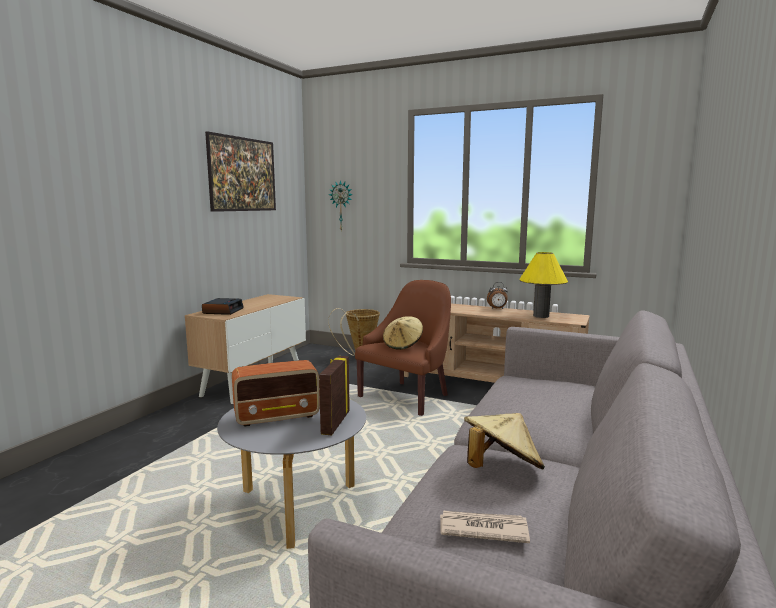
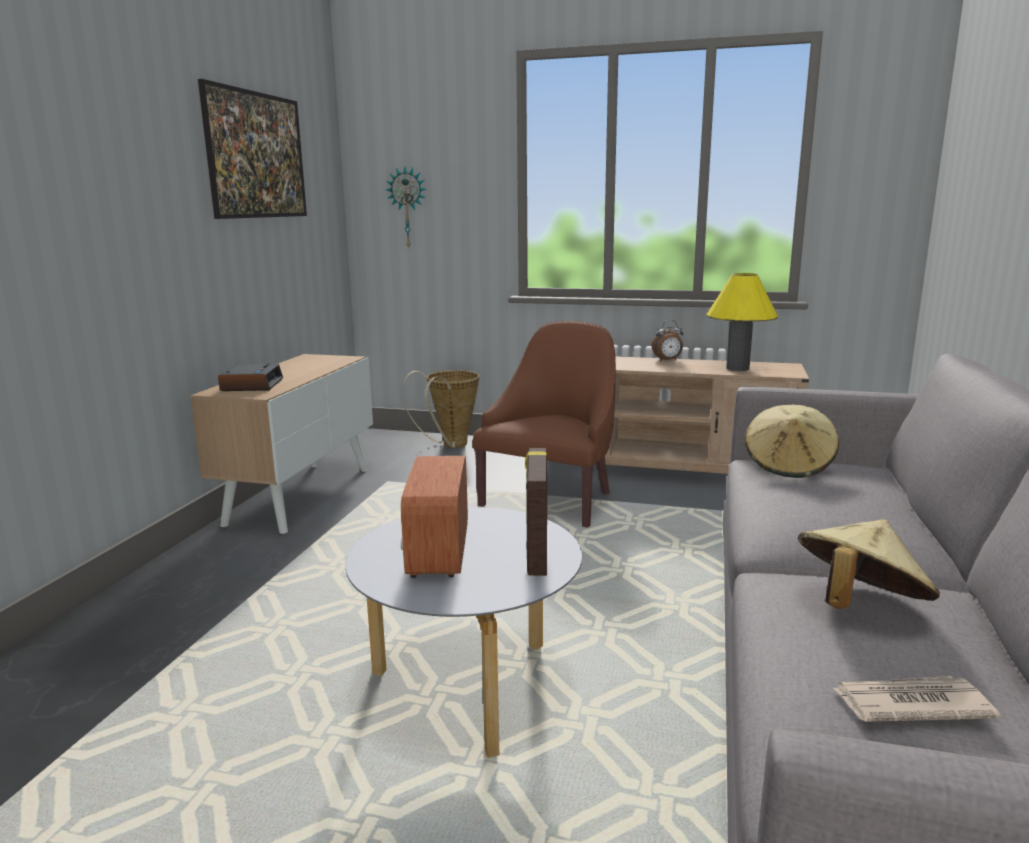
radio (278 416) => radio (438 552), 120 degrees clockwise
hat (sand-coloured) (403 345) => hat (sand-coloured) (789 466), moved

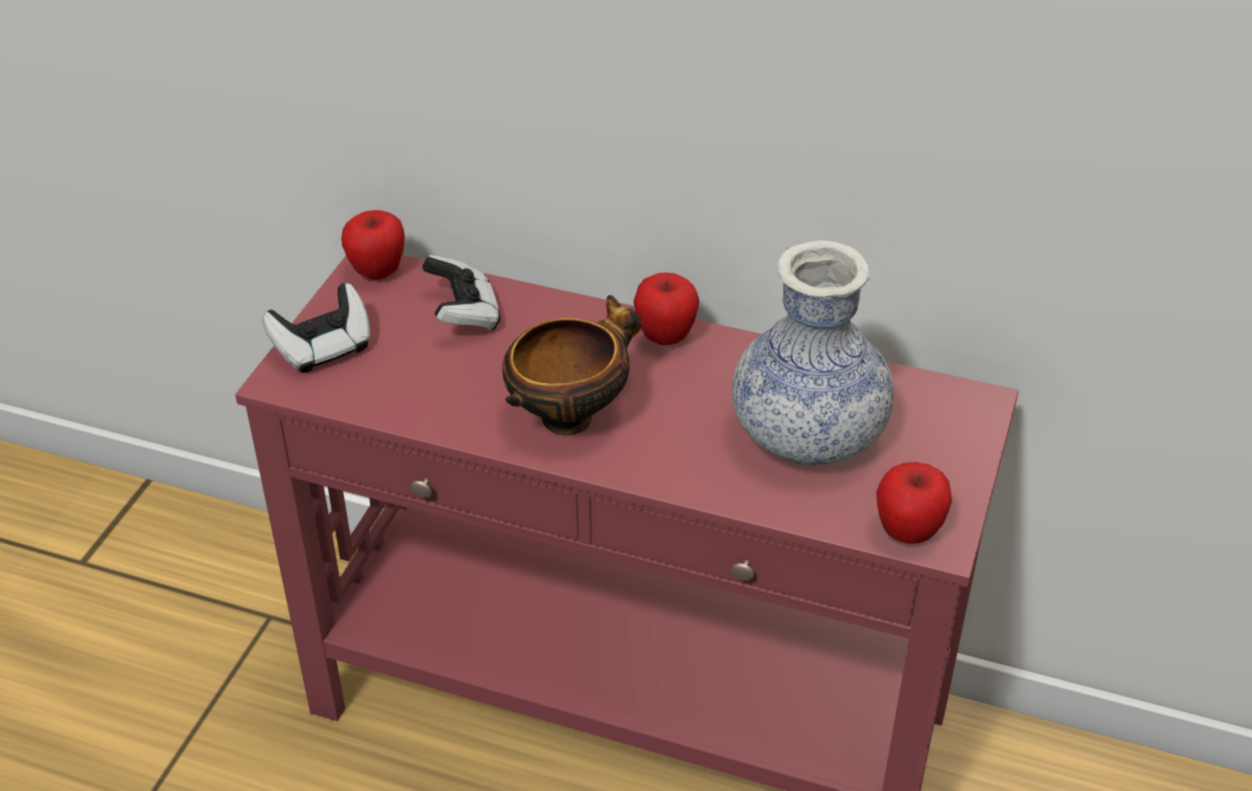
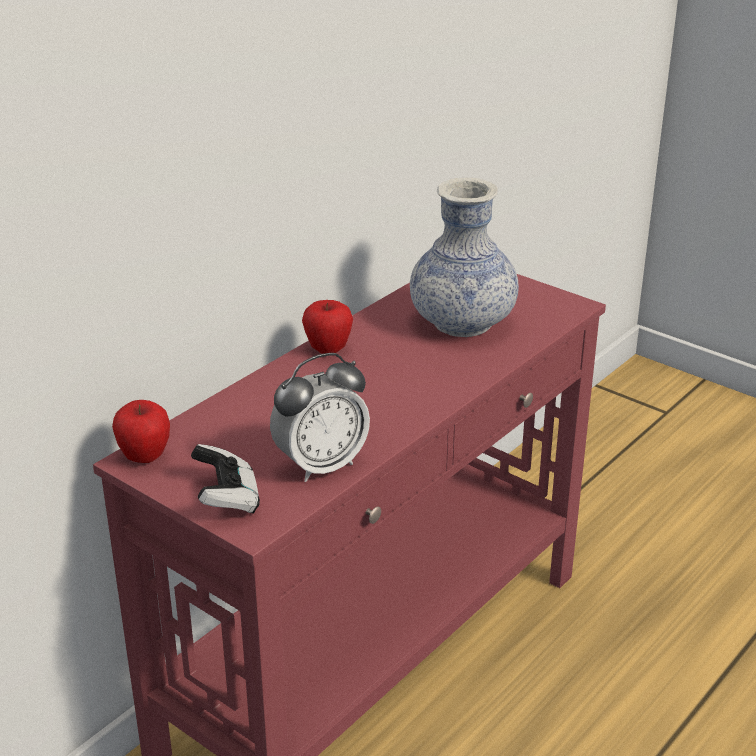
game controller (463 314) => nothing
bowl (571 415) => nothing
apple (908 532) => nothing
nothing => bedside clock (321 465)

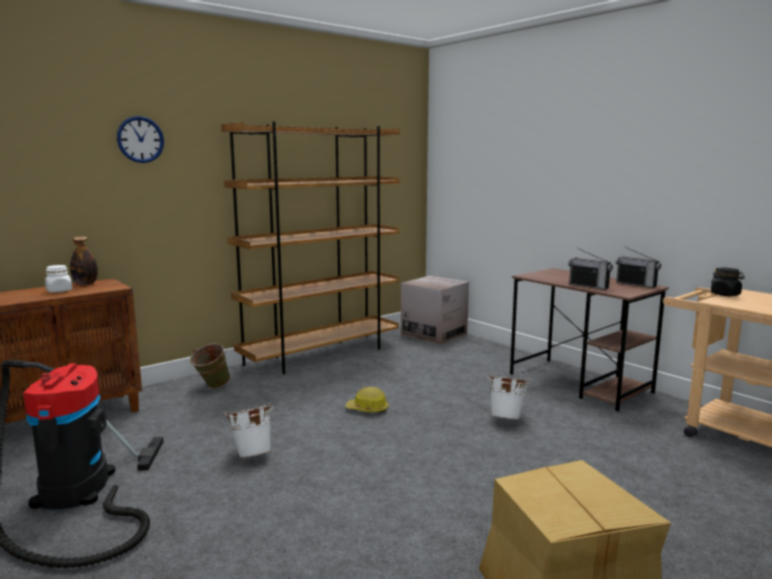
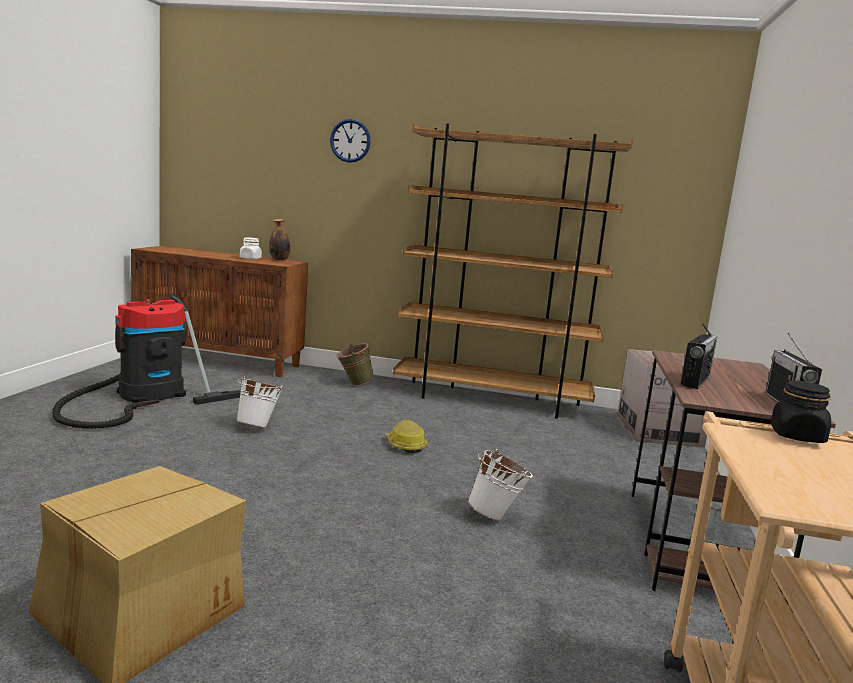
radio (588 286) => radio (695 381), 150 degrees counterclockwise

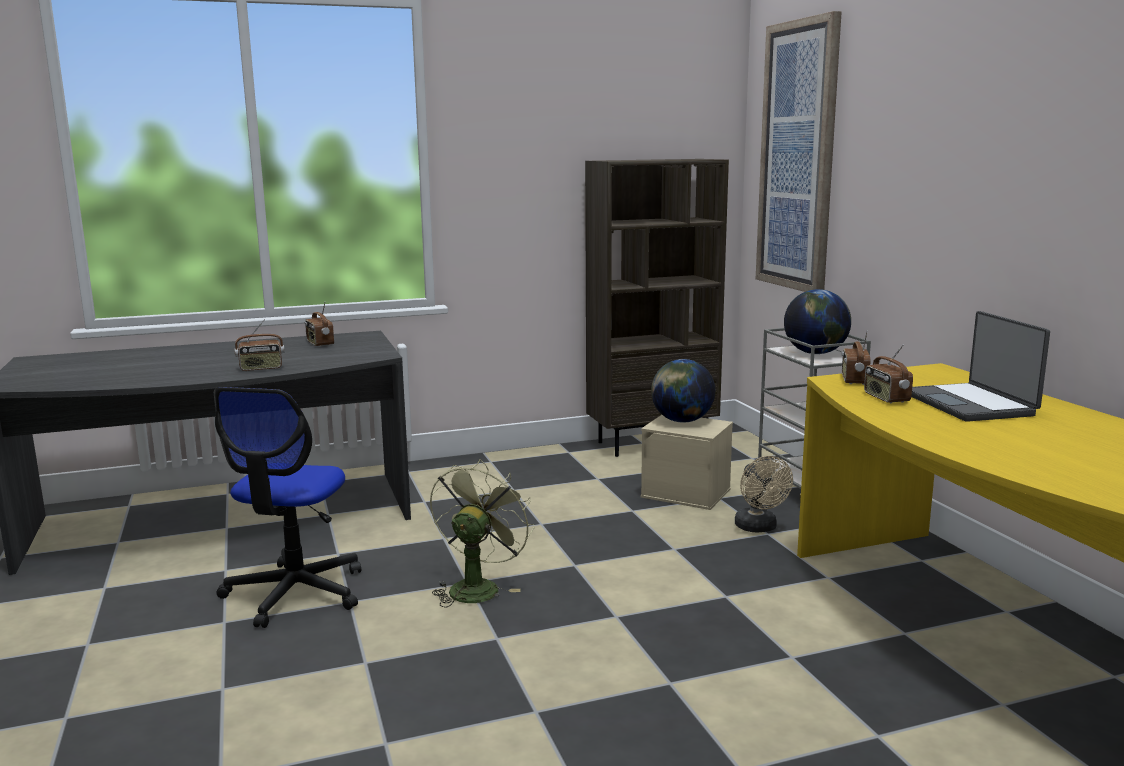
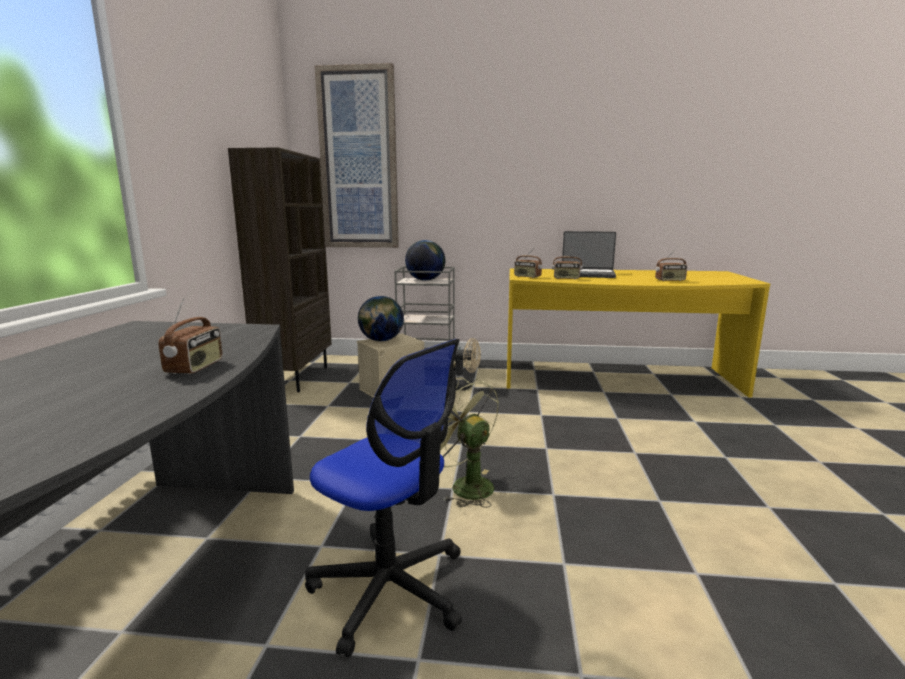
radio (319 343) => radio (670 280), moved

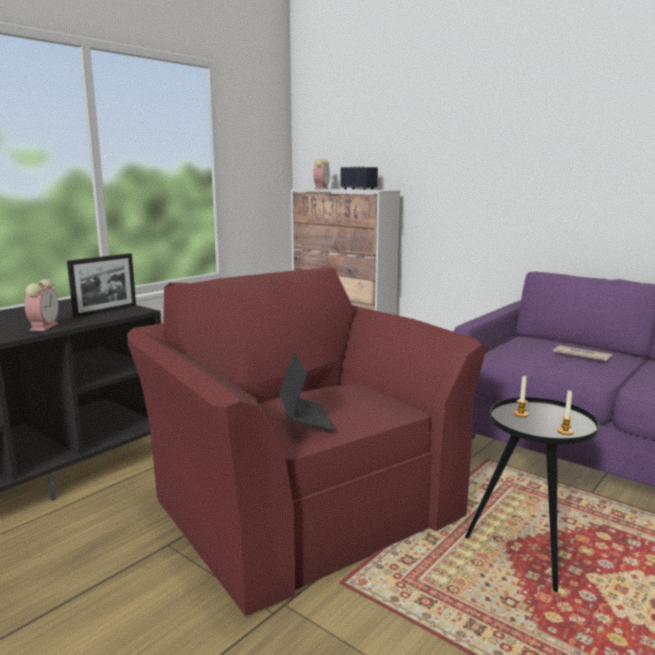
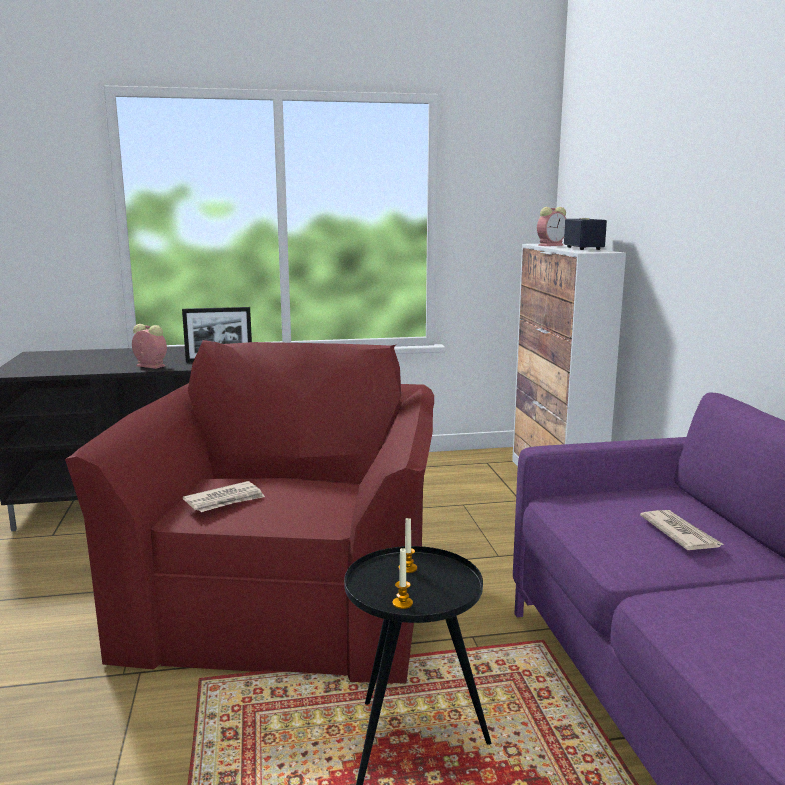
bedside clock (44 326) => bedside clock (149 366), 105 degrees counterclockwise
portable computer (305 418) => printed paper (225 500)

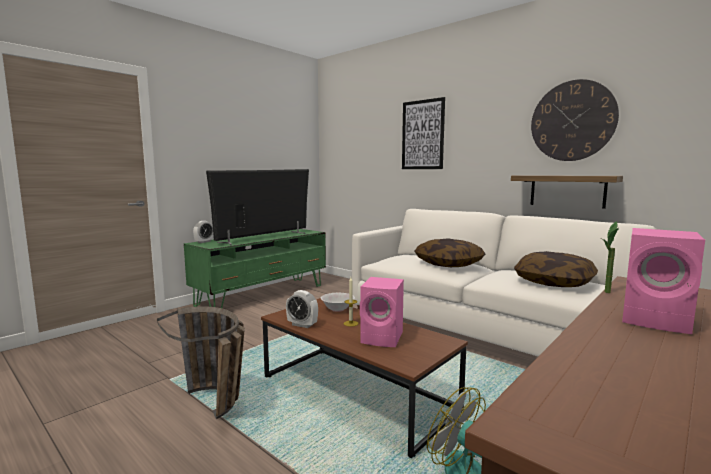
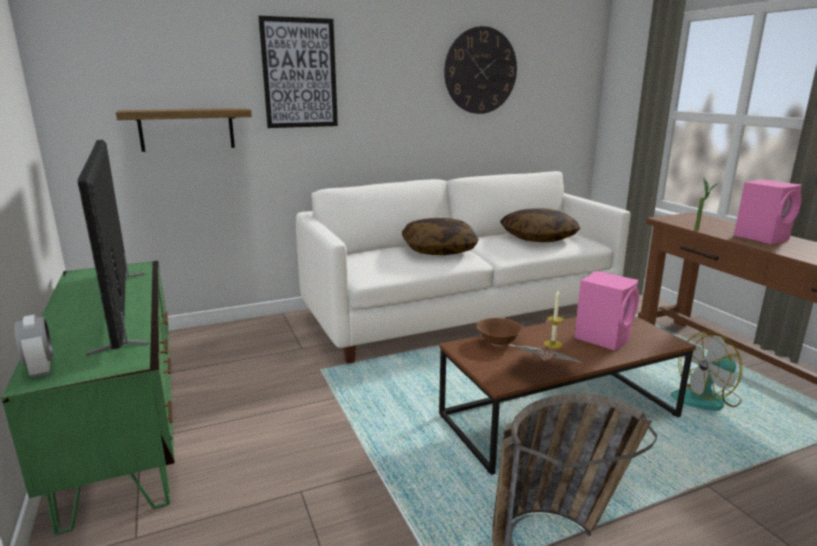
bedside clock (302 325) => printed paper (545 371)
bowl (white-coloured) (337 309) => bowl (brown-coloured) (498 342)
bracket shelf (567 191) => bracket shelf (187 129), moved

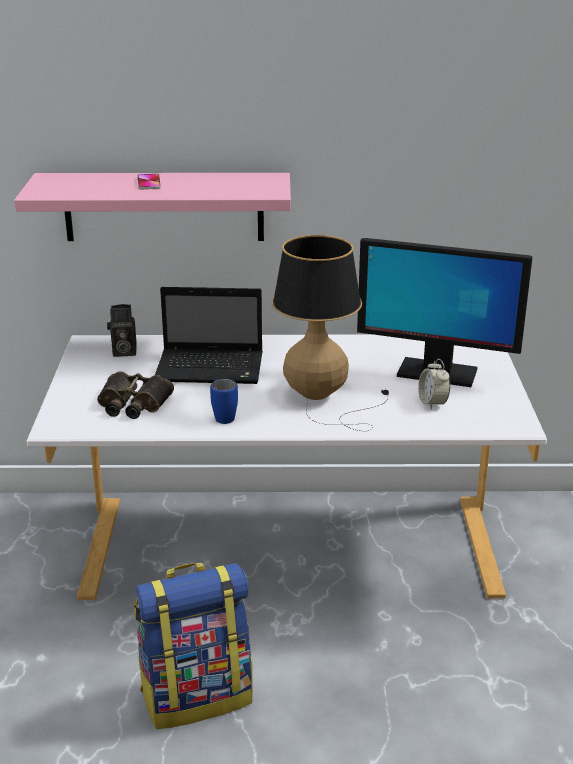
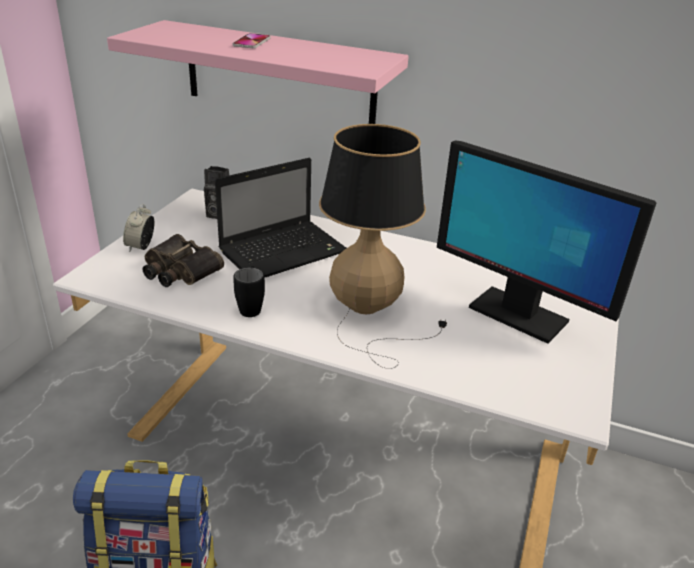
portable computer (212 368) => portable computer (285 251), 60 degrees counterclockwise
tea mug (blue) (222 416) => tea mug (blackish) (251 307)
bedside clock (432 403) => bedside clock (141 247), moved

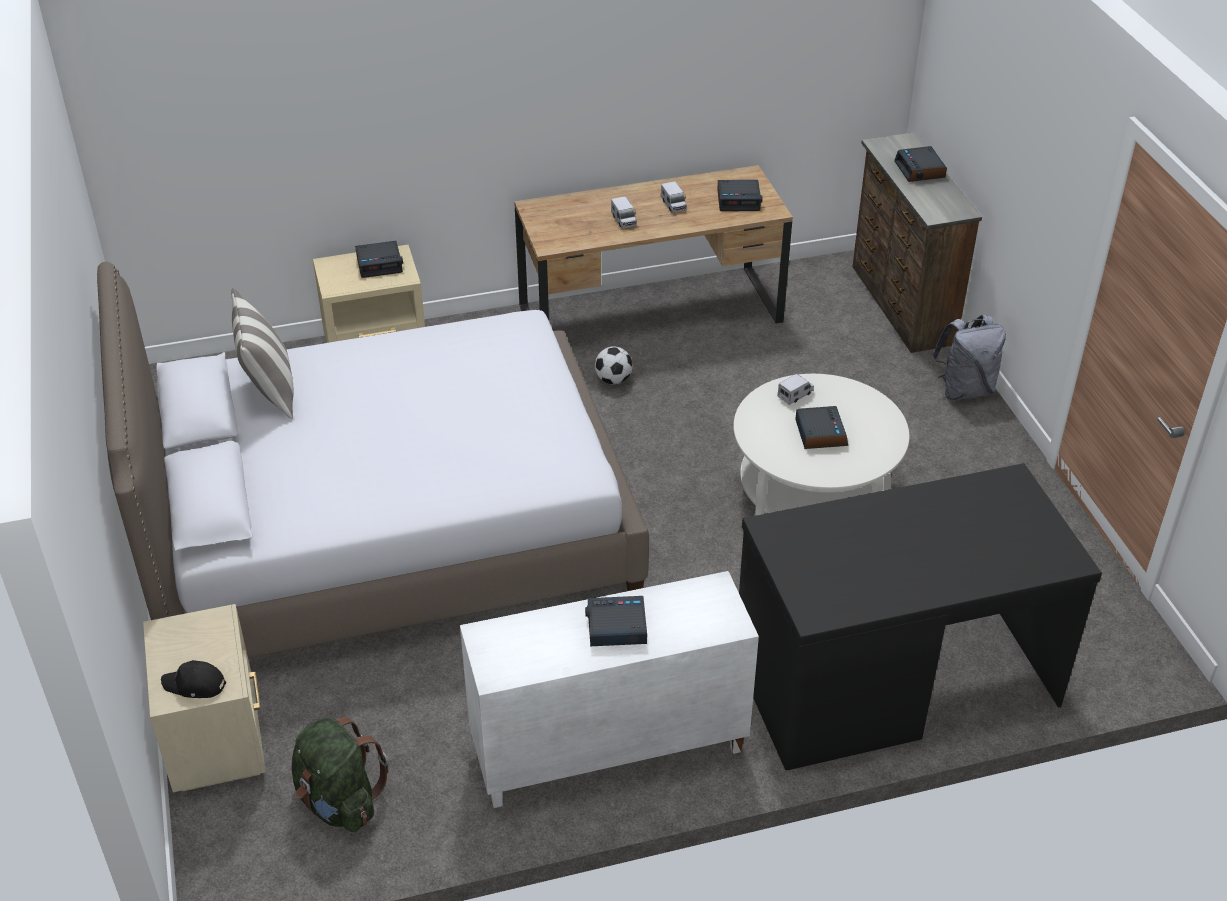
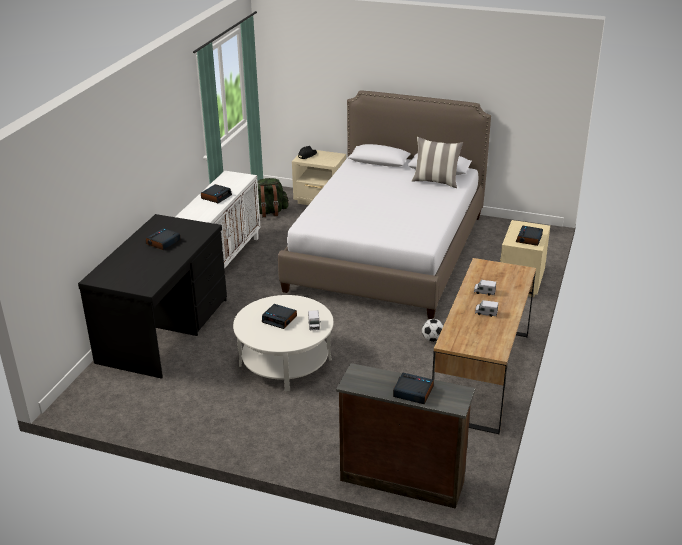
bedside clock (739 200) => bedside clock (163 242), moved
backpack (gray) (964 390) => nothing

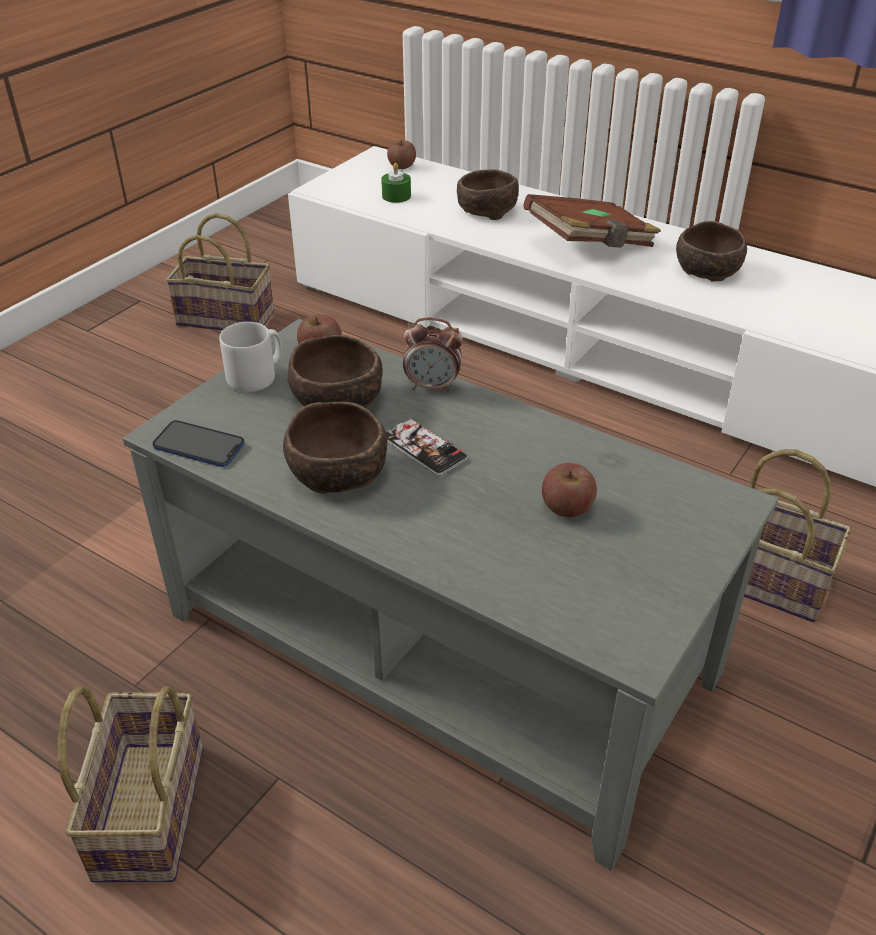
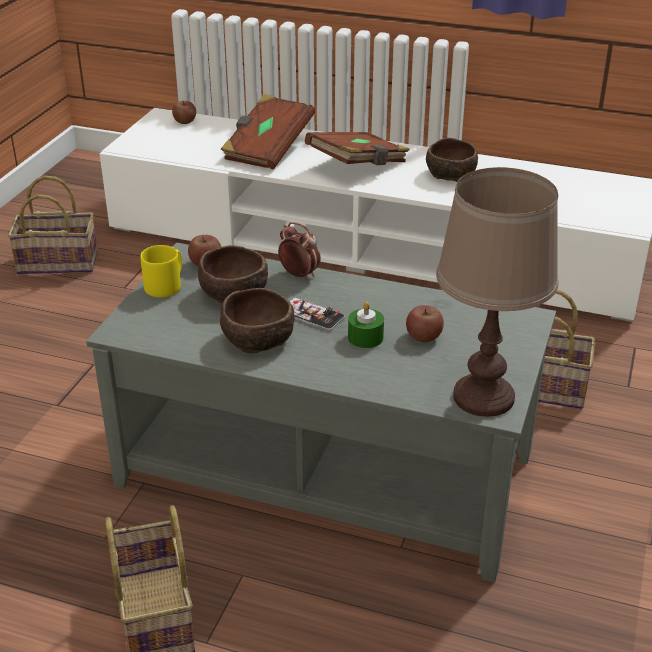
telephone (199 446) => nothing
tea mug (gray) (257 376) => tea mug (yellow) (166 286)
wax light (green-coloured) (396 196) => wax light (green-coloured) (365 337), moved
bedside clock (433 386) => bedside clock (299 275), 135 degrees counterclockwise
bowl (brown-coloured) (485 211) => bound book (brown-coloured) (267 149)
nothing => lamp for a table (brown-coloured) (483 397)

